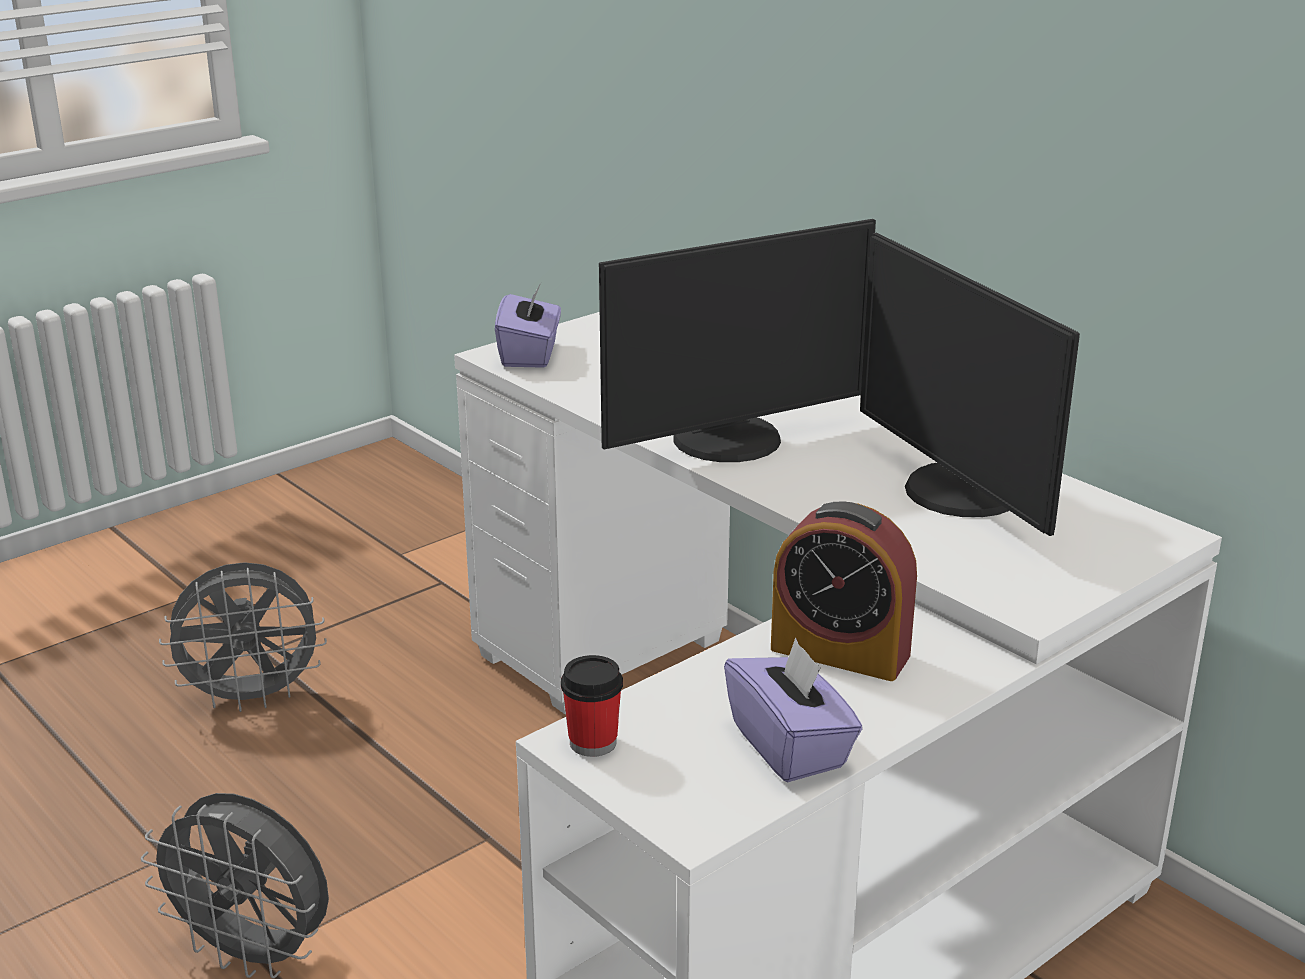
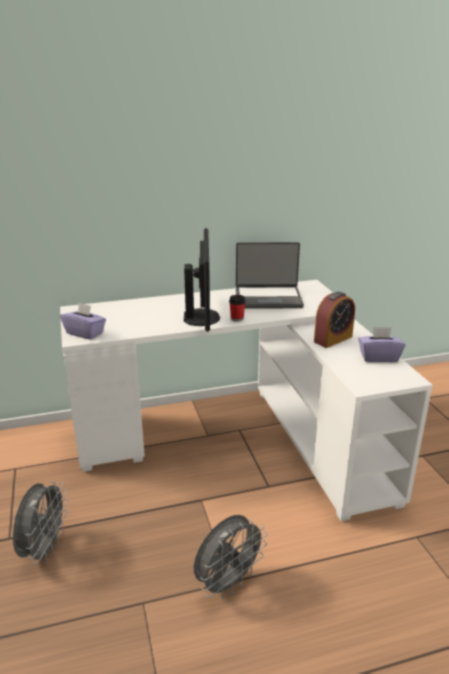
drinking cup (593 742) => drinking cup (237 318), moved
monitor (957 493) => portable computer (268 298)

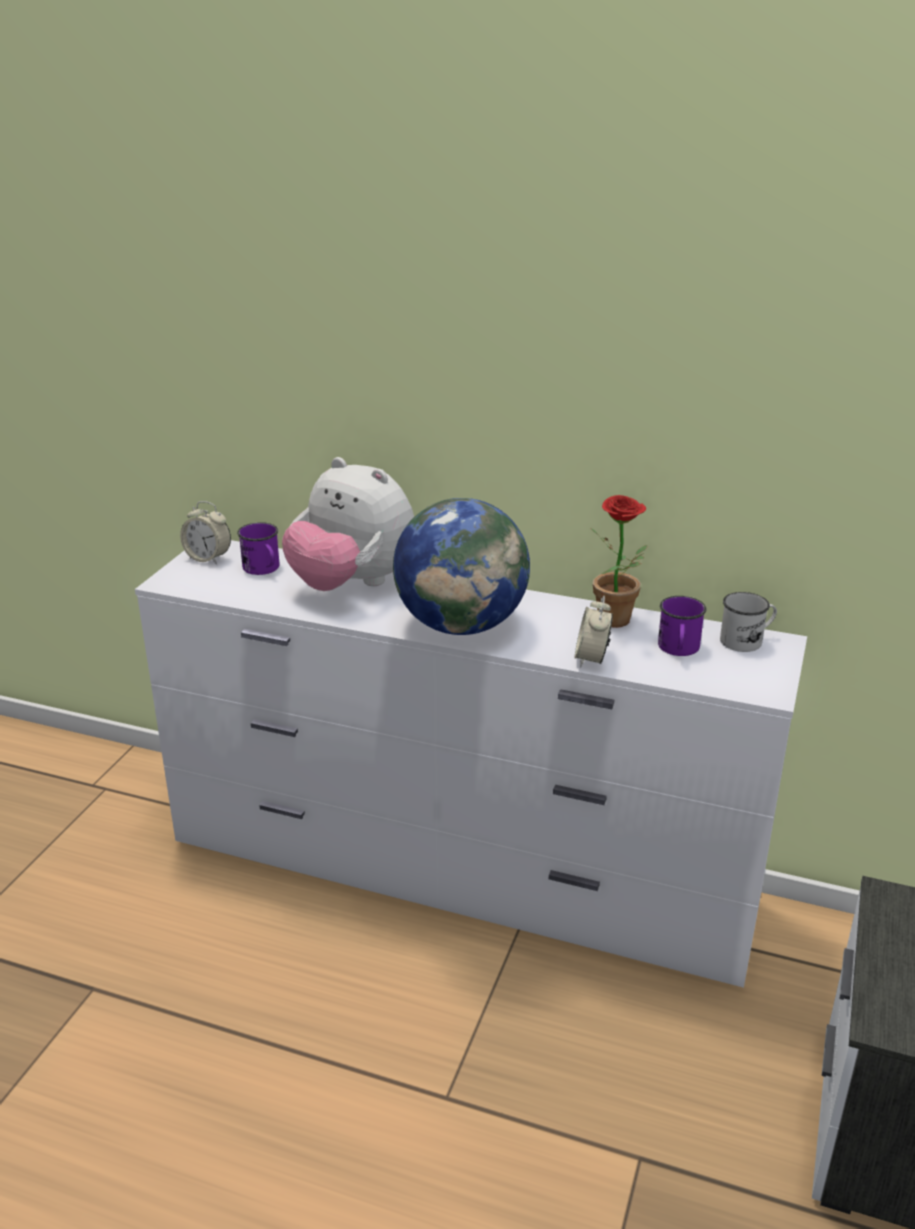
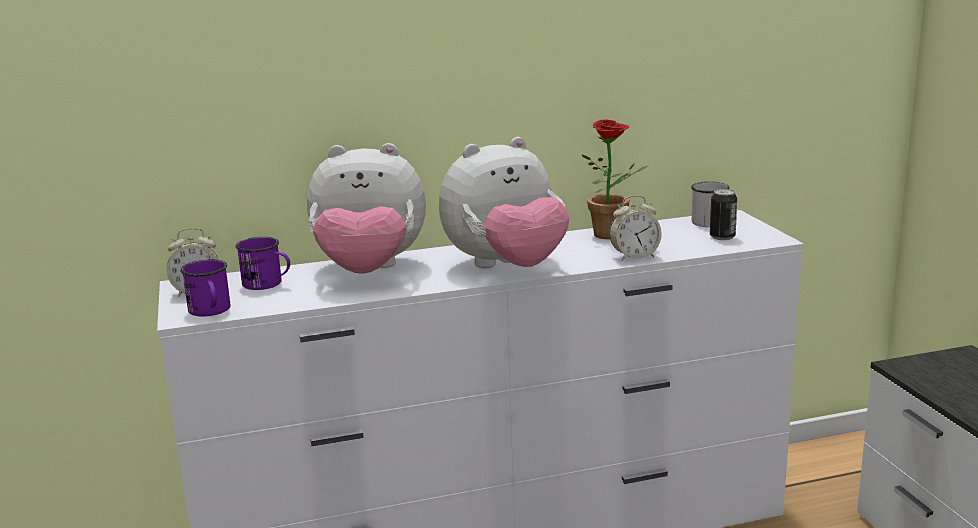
globe (461 625) => soft toy (506 267)
bedside clock (591 659) => bedside clock (634 257), 75 degrees counterclockwise
tea mug (purple-coloured) (678 649) => tea mug (purple-coloured) (211 311), moved
nothing => sealed can (722 237)

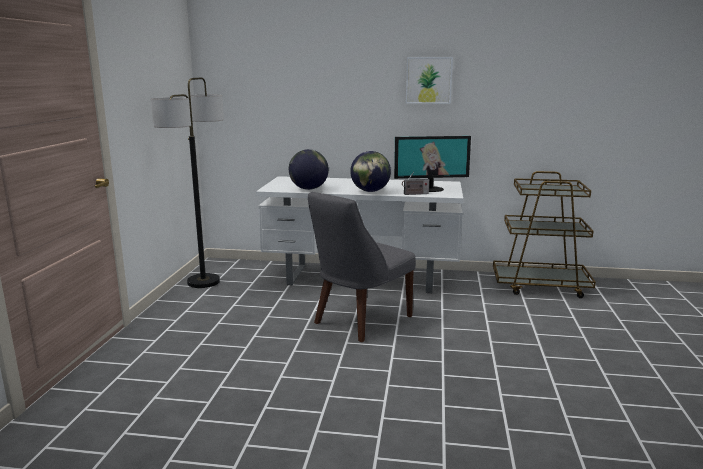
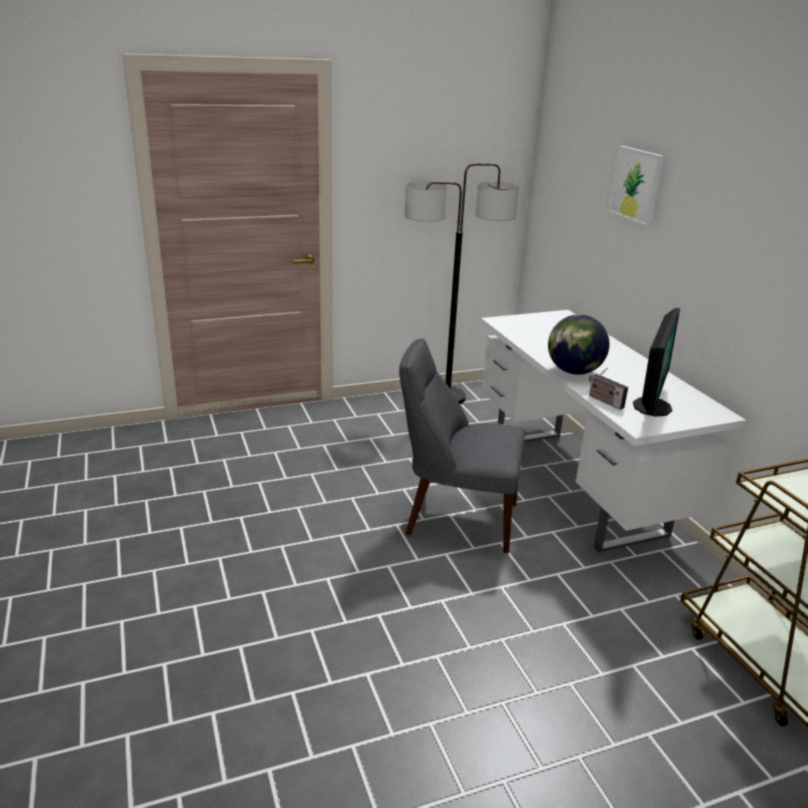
globe (309 189) => nothing
monitor (430 189) => monitor (651 406), 120 degrees counterclockwise
wall picture (429 80) => wall picture (636 185), moved

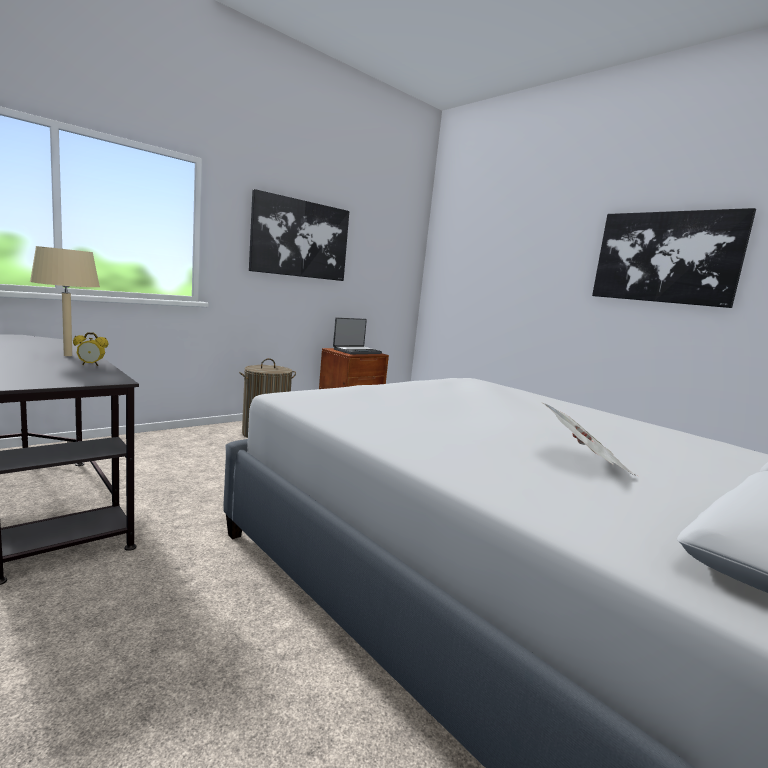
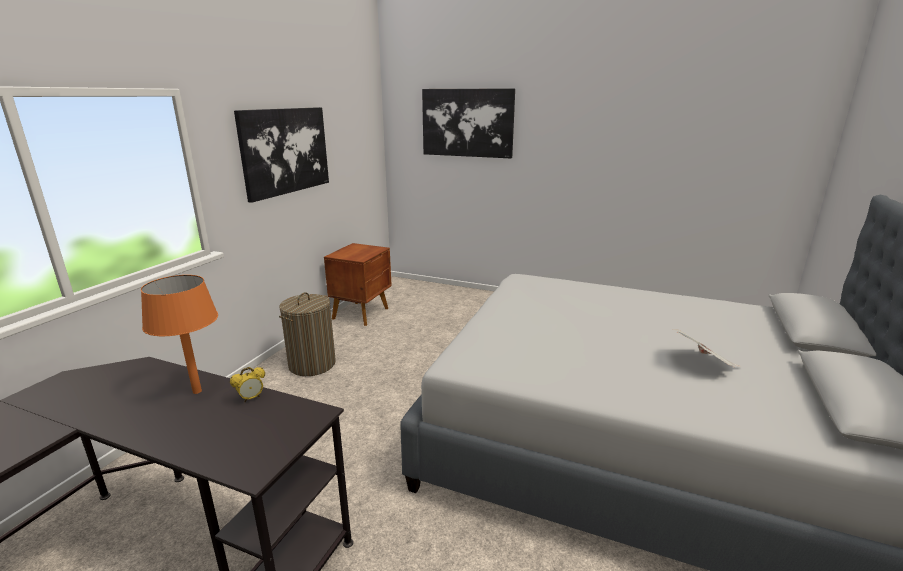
lamp for a table (sand-coloured) (68 355) => lamp for a table (orange) (197 391)
portable computer (356 351) => nothing
wall picture (665 257) => wall picture (467 123), moved

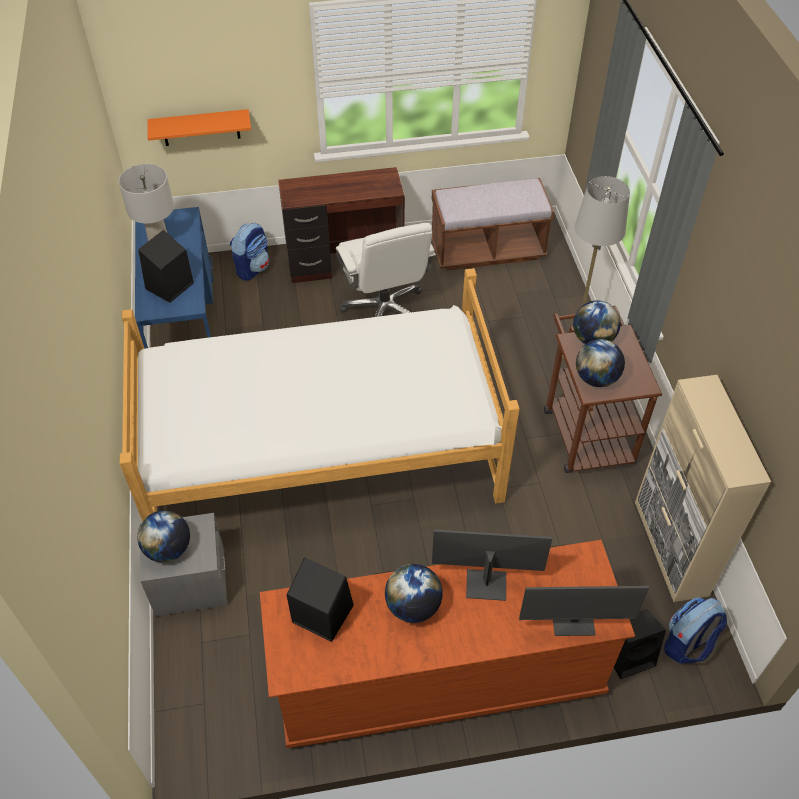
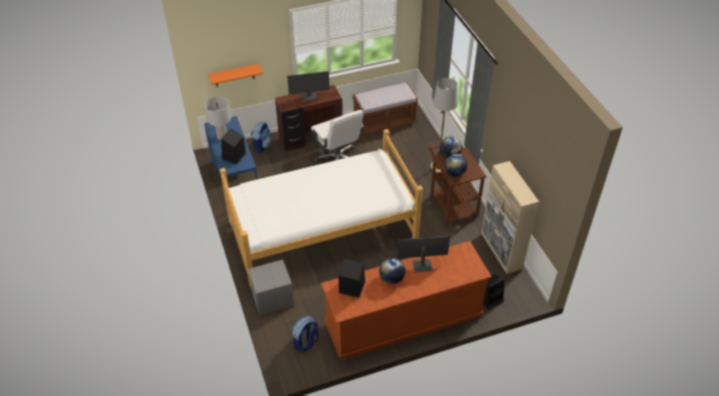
globe (168 549) => nothing
monitor (573 622) => monitor (309 96), moved
backpack (687 644) => backpack (306 343), moved

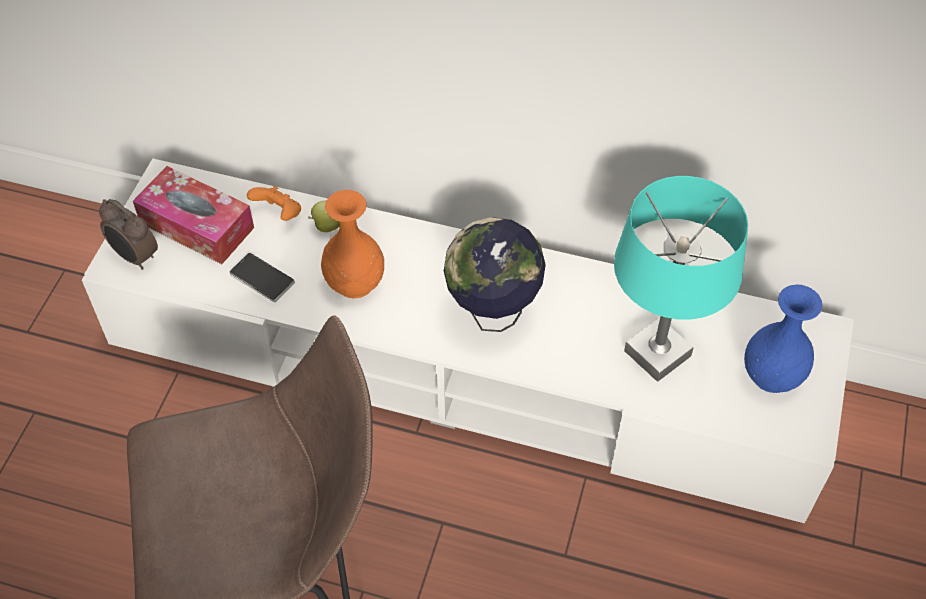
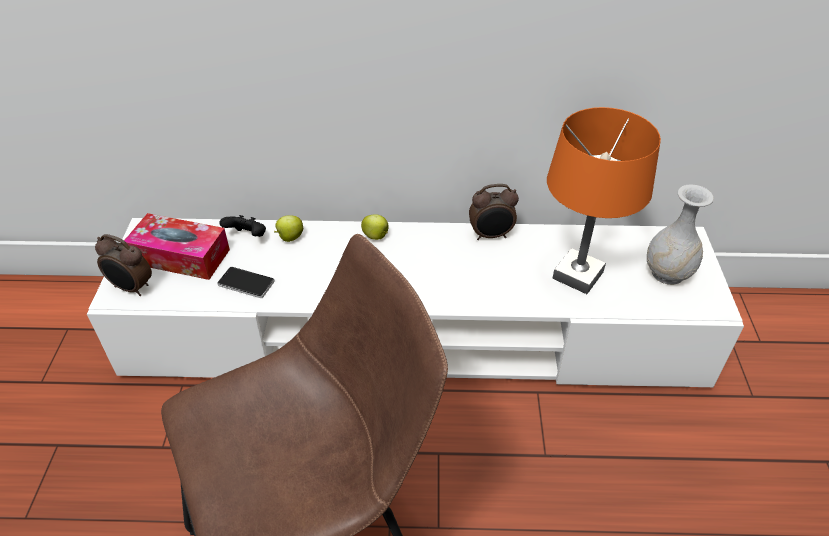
game controller (orange) (279 213) => game controller (blackish) (247 236)
decorative vase (orange) (354 283) => nothing
globe (492 313) => nothing
lamp for a table (blue-green) (657 353) => lamp for a table (orange) (578 275)
decorative vase (blue) (772 376) => decorative vase (white-coloured) (668 274)
nothing => apple (376 236)
nothing => bedside clock (491 235)

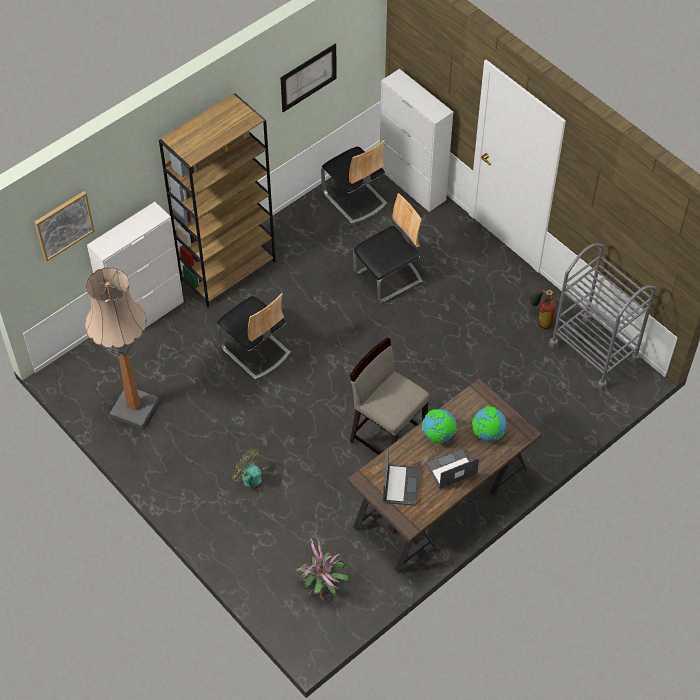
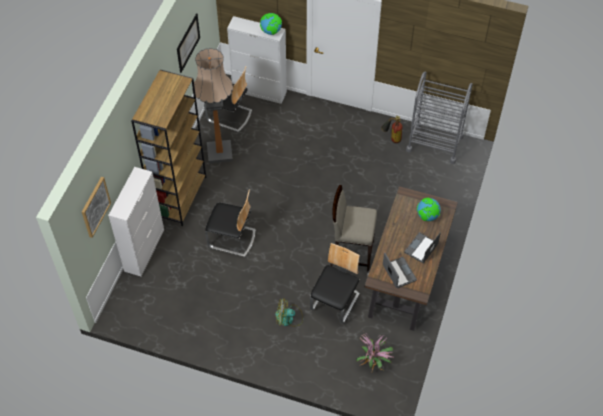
floor lamp (134 408) => floor lamp (219 152), moved
upright chair (388 278) => upright chair (335 302), moved
globe (438 435) => globe (271 32), moved

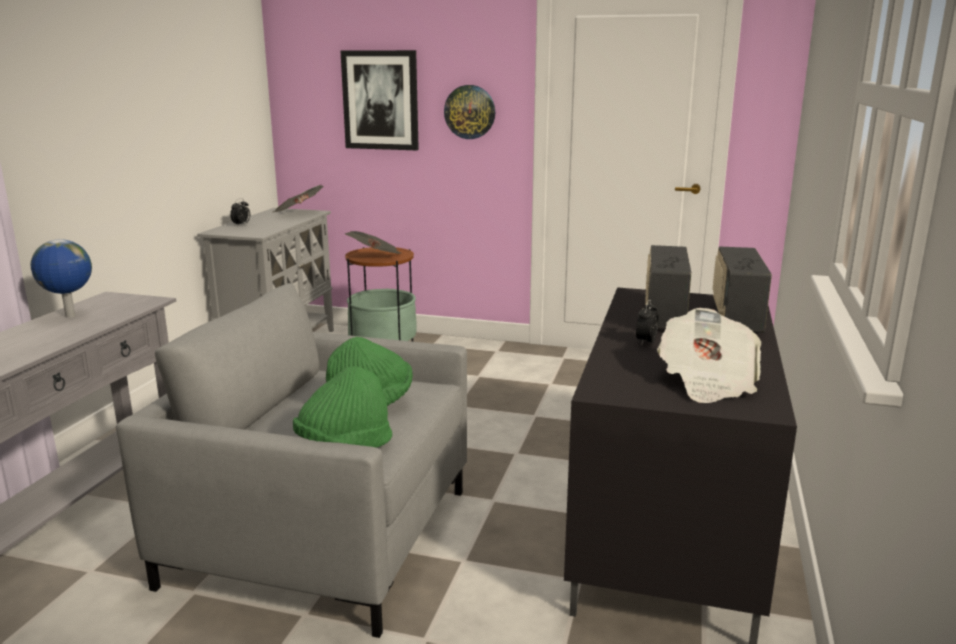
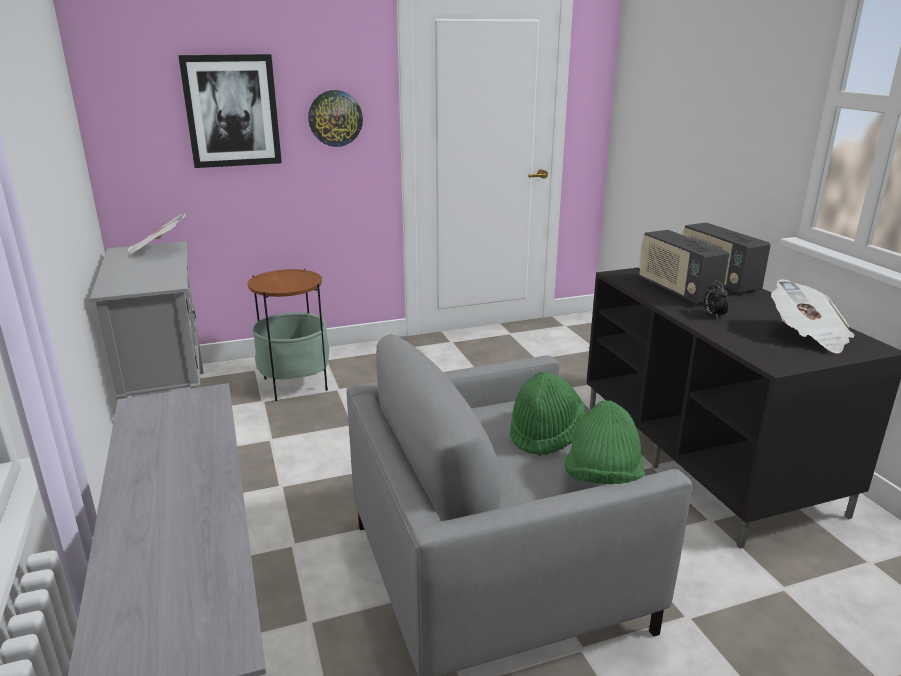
globe (70 316) => nothing
bedside clock (241 225) => nothing
printed paper (376 258) => nothing

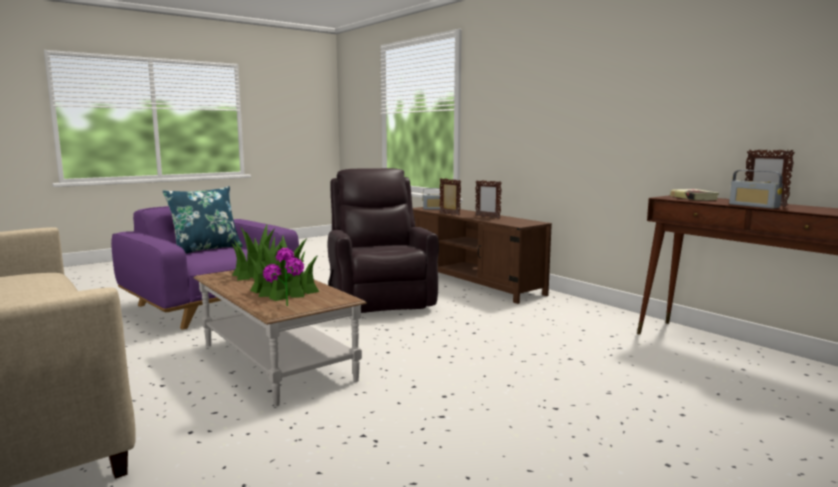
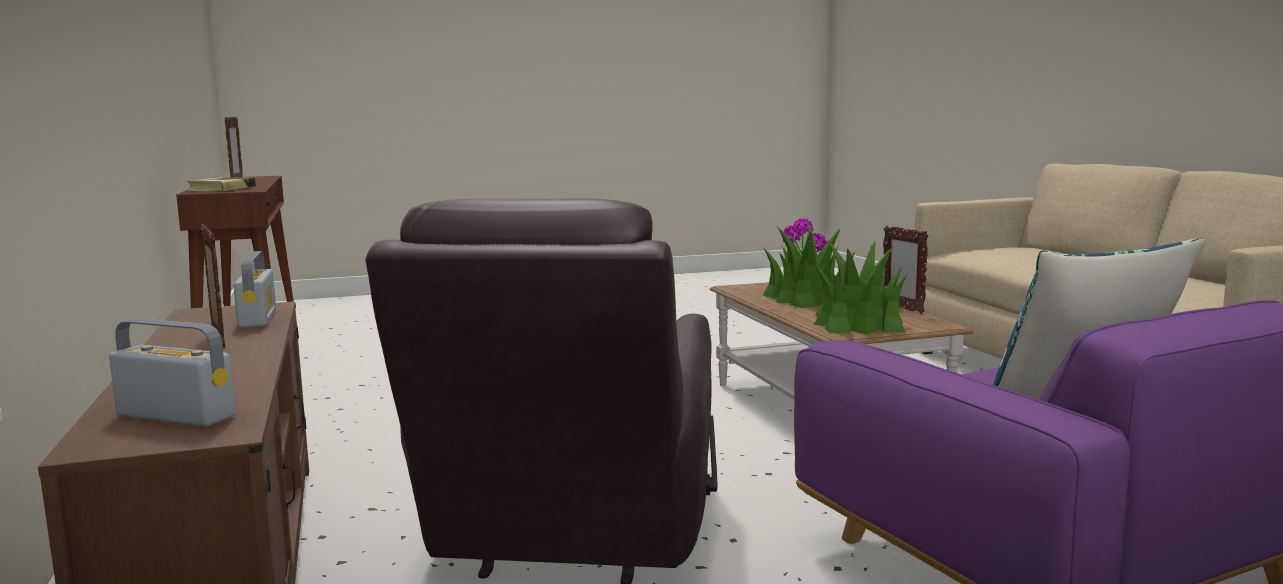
photo frame (449 214) => photo frame (902 308), moved
radio (754 206) => radio (257 319), moved

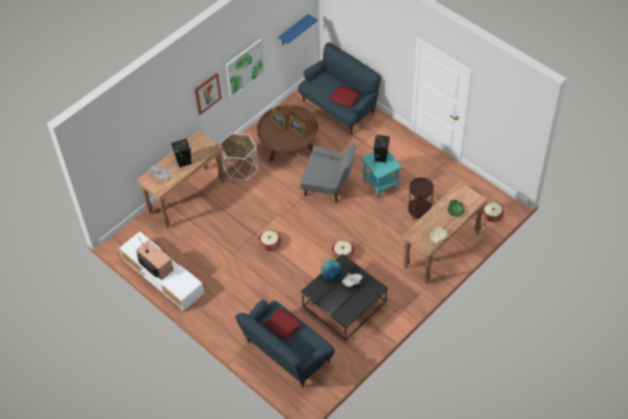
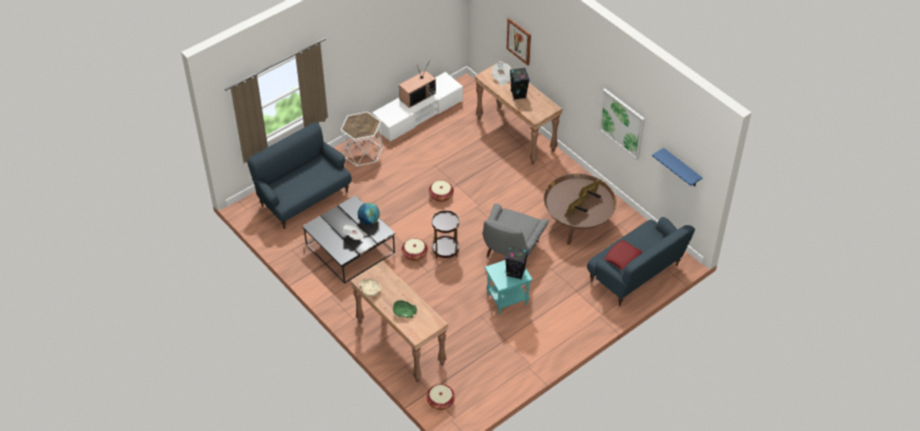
wall picture (207 93) => wall picture (519 41), moved
side table (white-coloured) (240 167) => side table (white-coloured) (363 153), moved
pillow (red) (283 325) => nothing
side table (brown-coloured) (419 210) => side table (brown-coloured) (445 249), moved

